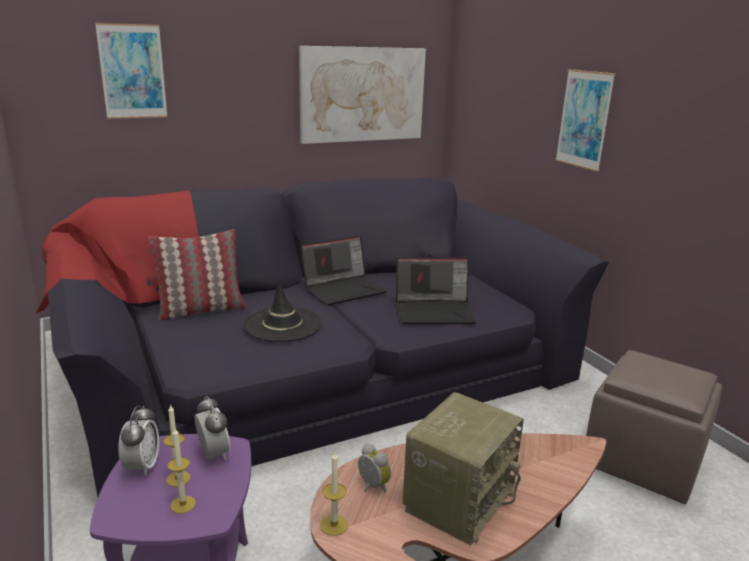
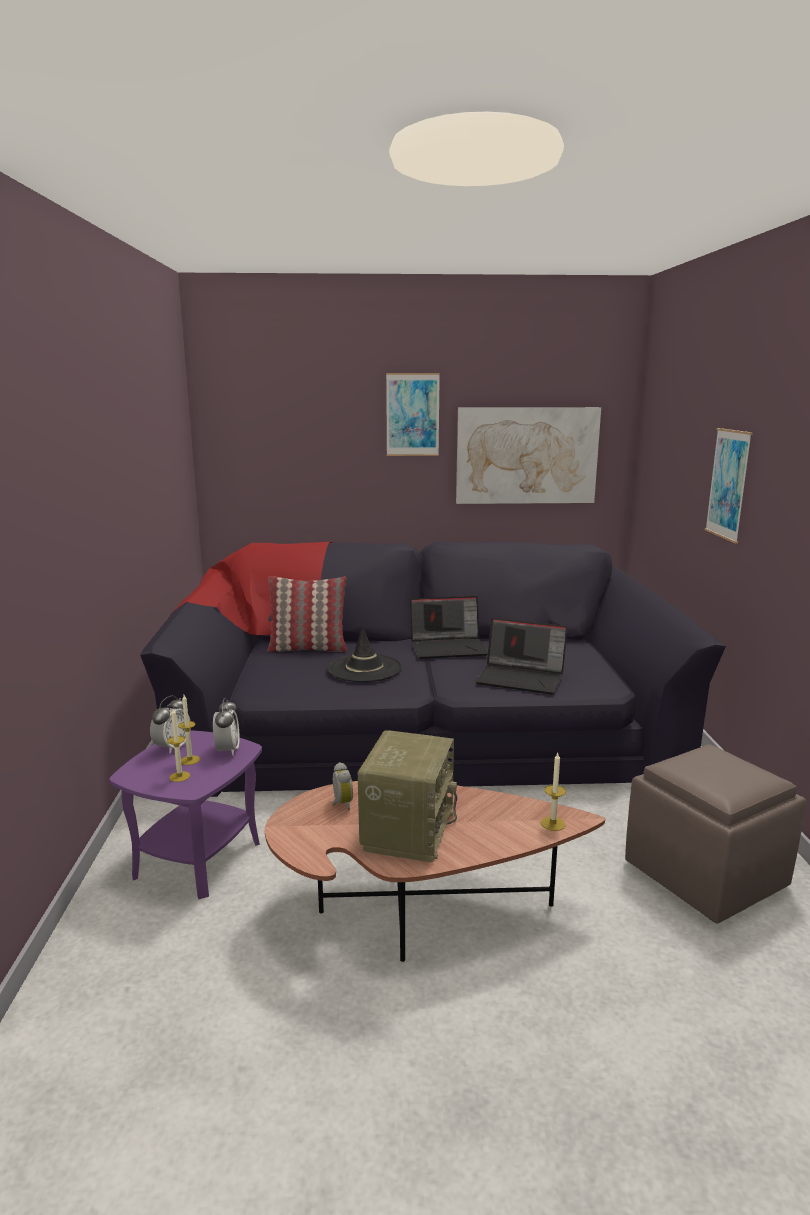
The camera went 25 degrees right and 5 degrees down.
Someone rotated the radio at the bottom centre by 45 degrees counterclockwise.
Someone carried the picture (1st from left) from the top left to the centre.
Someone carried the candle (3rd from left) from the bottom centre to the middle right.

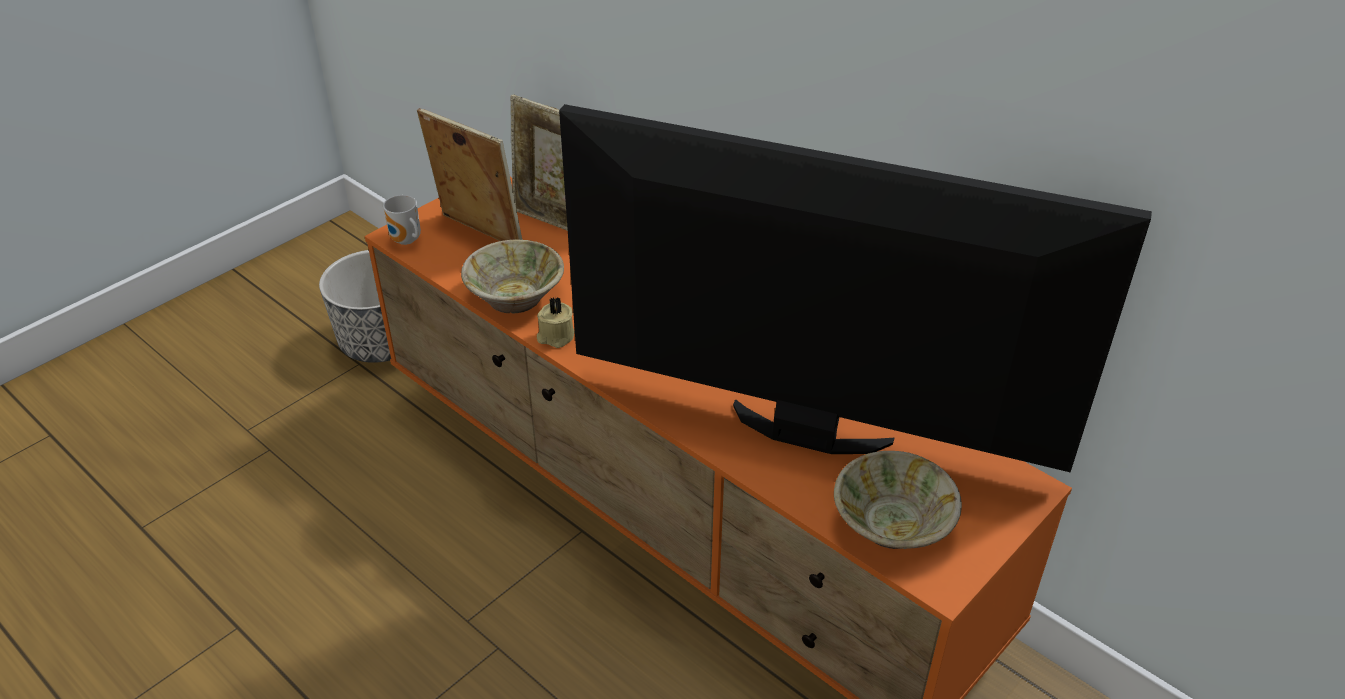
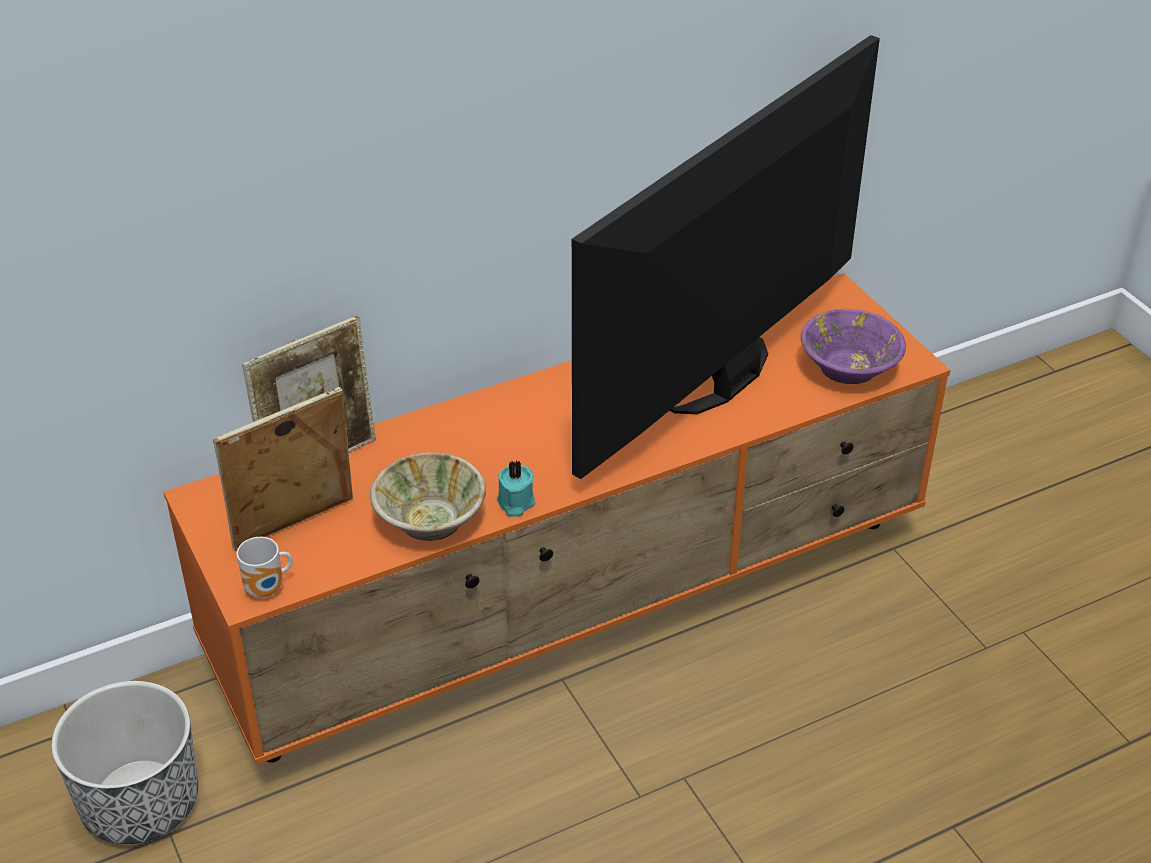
The camera went 70 degrees left and 0 degrees up.
Someone repainted the beige-coloured candle at the centre, which became the blue-green candle at the centre.
Someone repainted the beige-coloured serving bowl (2nd from left) at the bottom right, which became the purple-coloured serving bowl at the middle right.

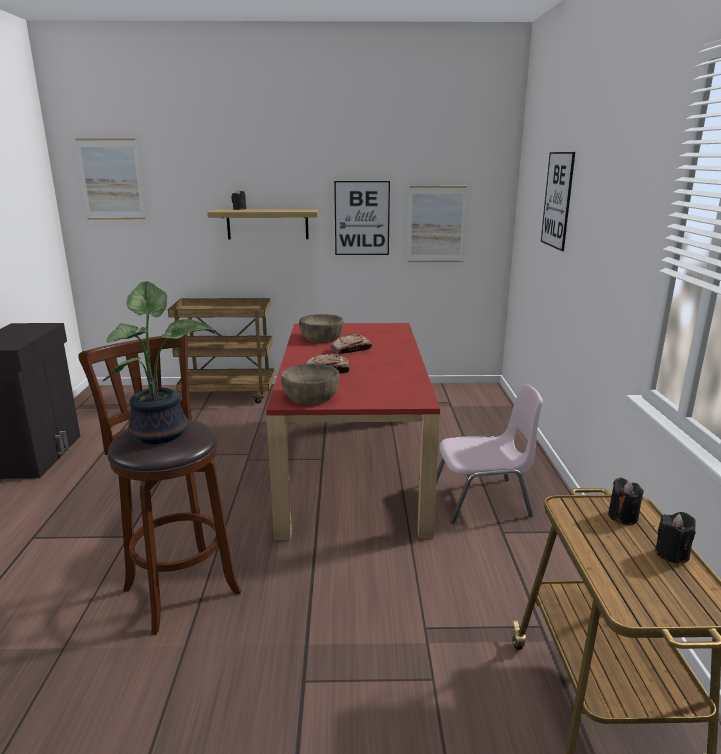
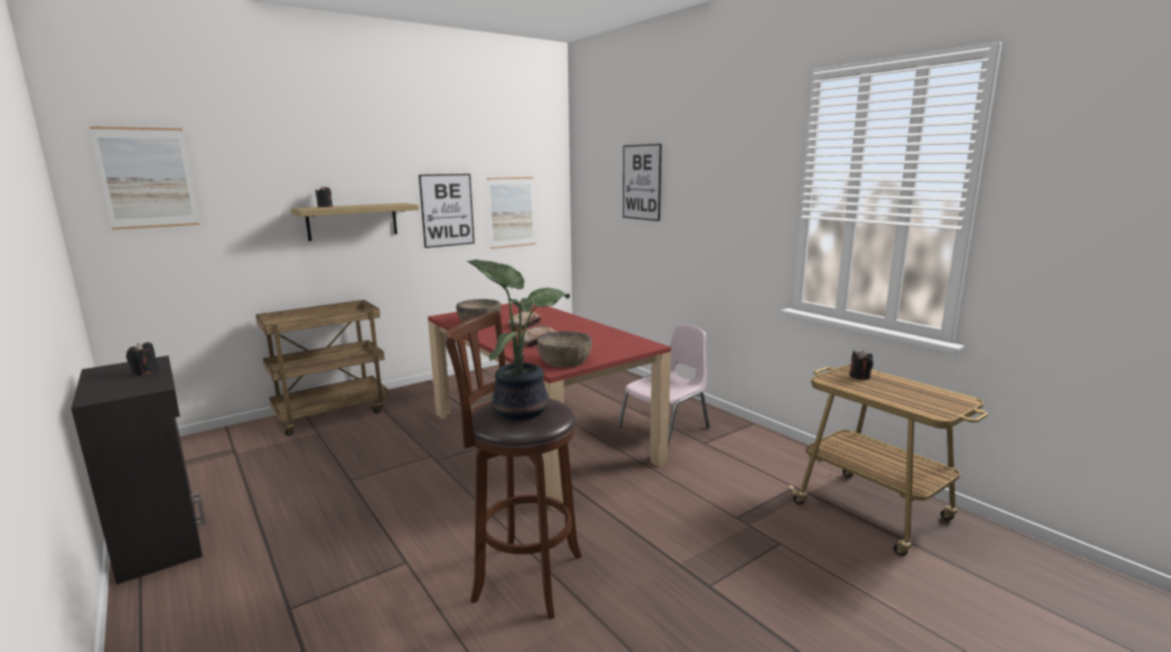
The camera went 35 degrees left and 5 degrees down.
Someone carried the black-coloured candle (3rd from left in the first image) from the bottom right to the middle left.

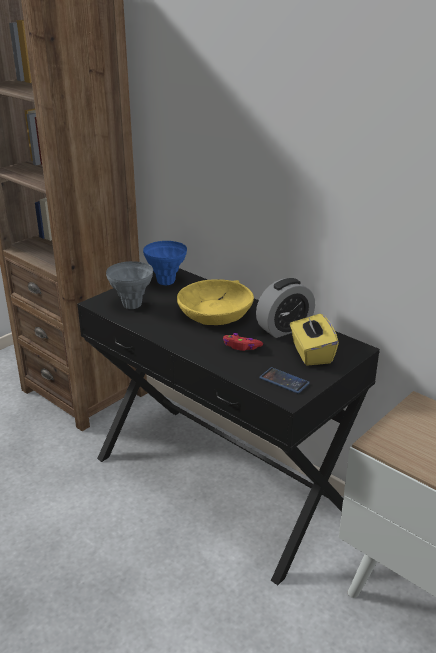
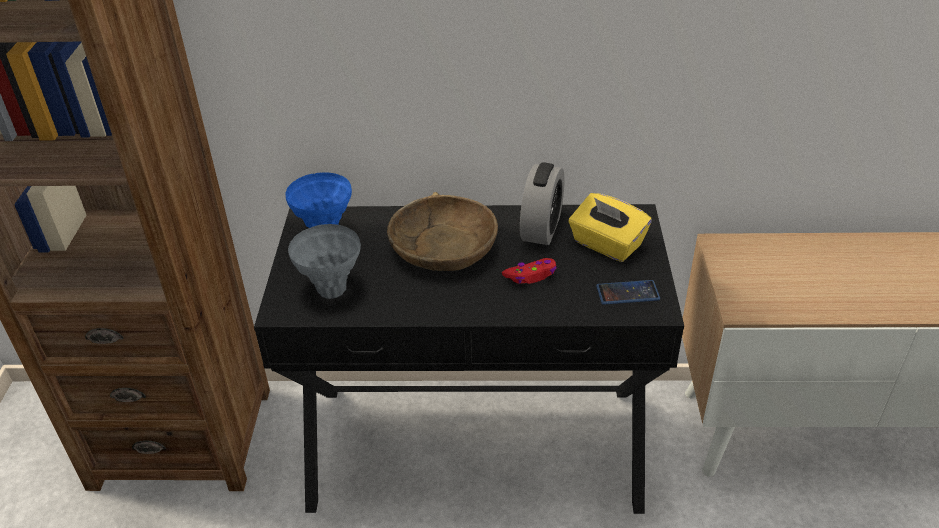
The camera went 40 degrees left and 10 degrees up.
Someone repainted the yellowish serving bowl at the centre, which became the brown serving bowl at the centre.

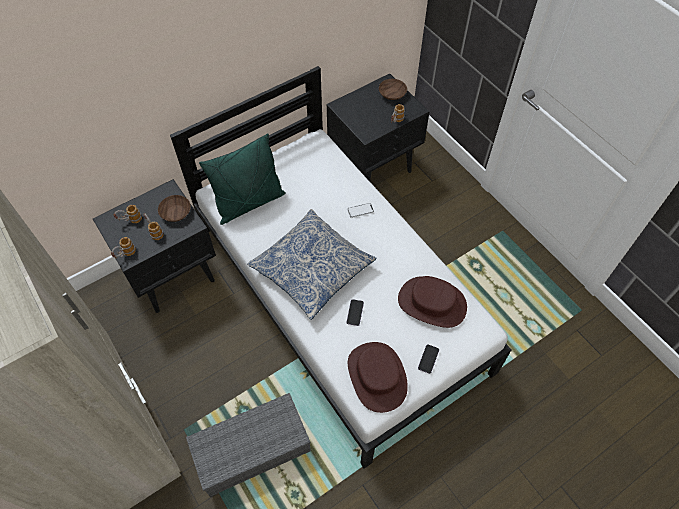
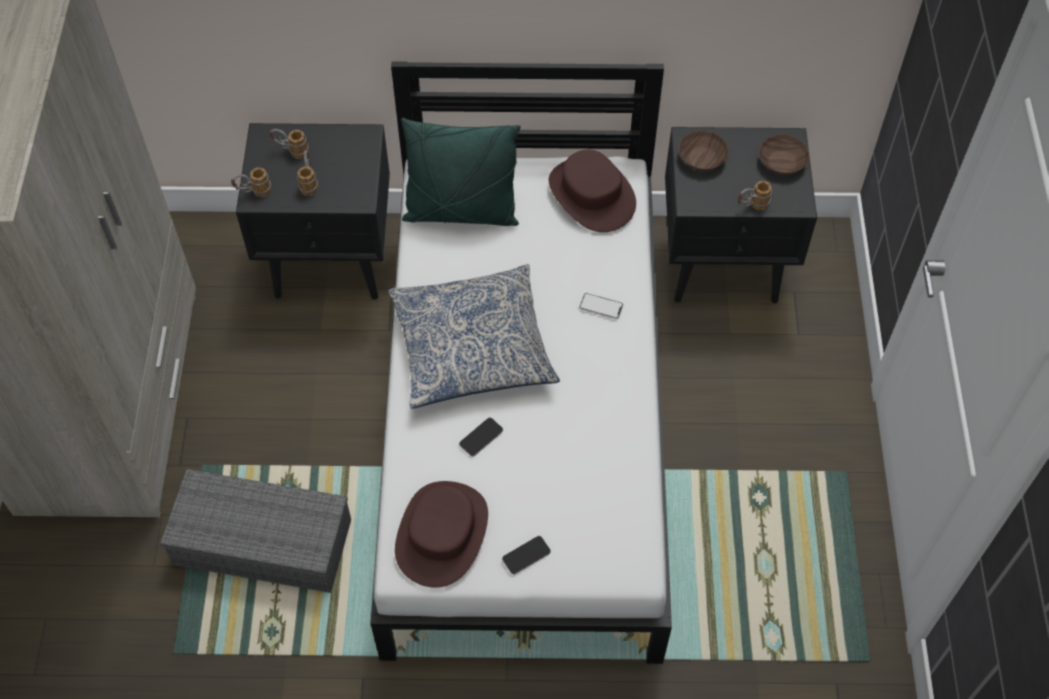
The camera went 35 degrees right and 0 degrees up.
Someone carried the brown clothing hat (2nd from left) from the centre to the top centre.
Someone carried the brown serving bowl (1st from left) from the middle left to the top right.

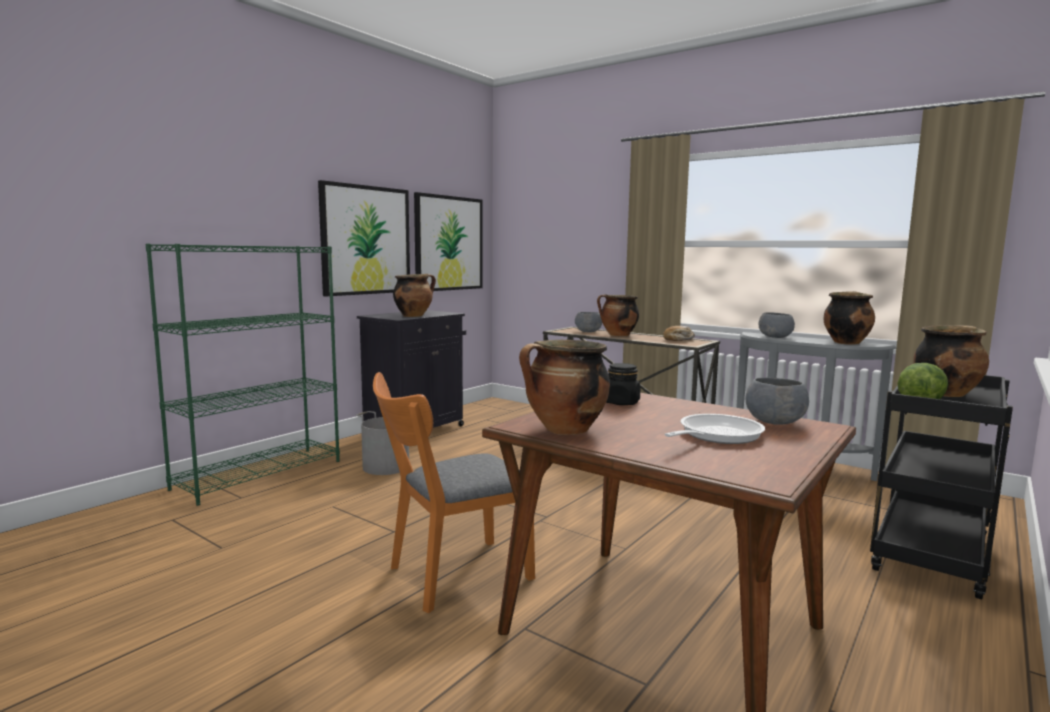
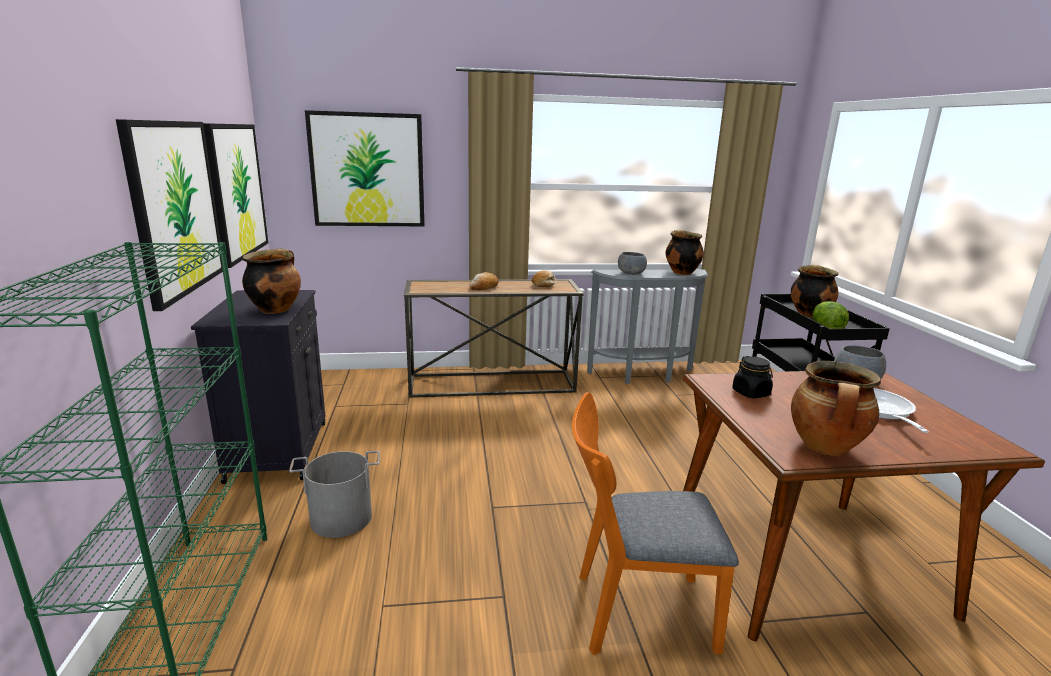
The camera went 45 degrees left and 10 degrees up.
Someone put up the picture (3rd from left) at the top centre.
Someone swapped the saucepot (3rd from left) at the centre for the baked bread (1st from left) at the centre.
Someone rotated the orange upright chair at the bottom centre by 75 degrees clockwise.
Someone took away the grey serving bowl (1st from left) at the centre.

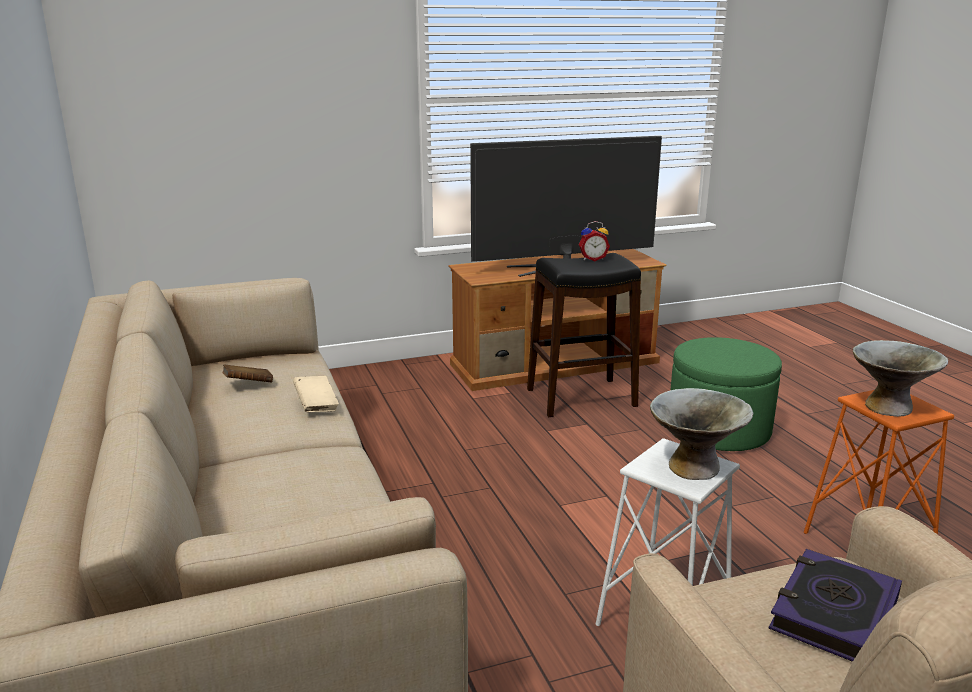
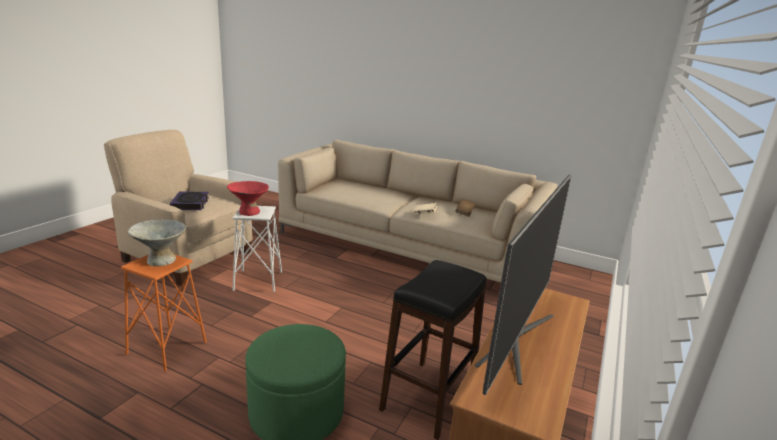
The camera went 135 degrees right and 0 degrees up.
Someone repainted the grey serving bowl (1st from left) at the middle right, which became the red serving bowl at the middle left.
Someone took away the bedside clock at the centre.

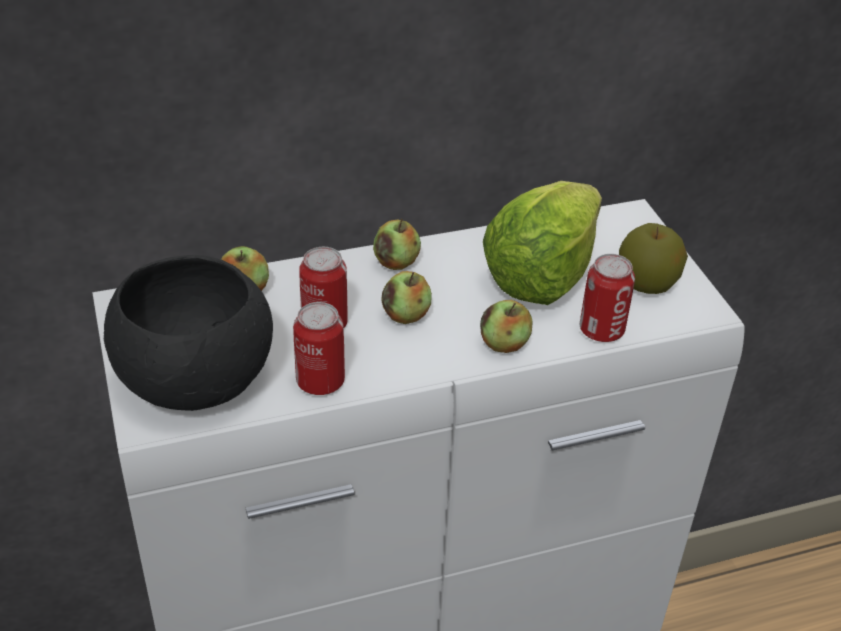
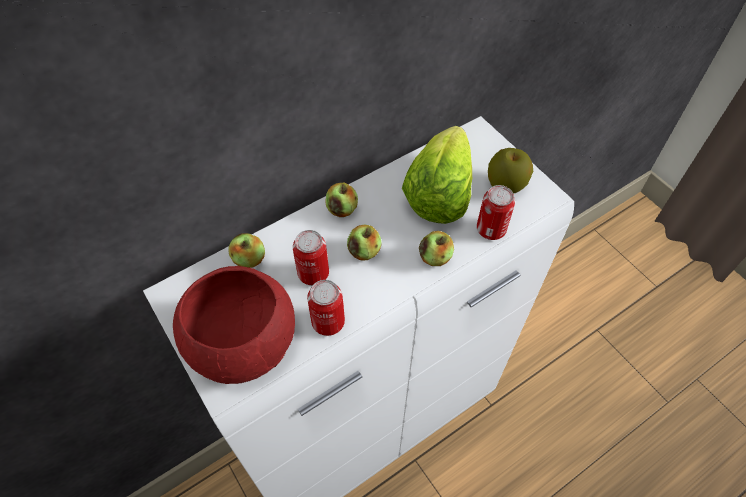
The camera went 15 degrees left and 15 degrees up.
Someone repainted the black-coloured serving bowl at the middle left, which became the red serving bowl at the middle left.

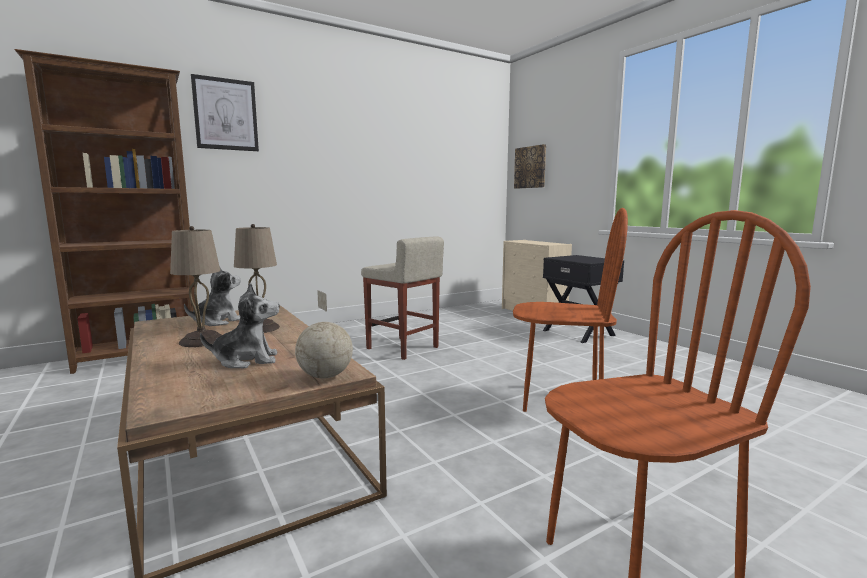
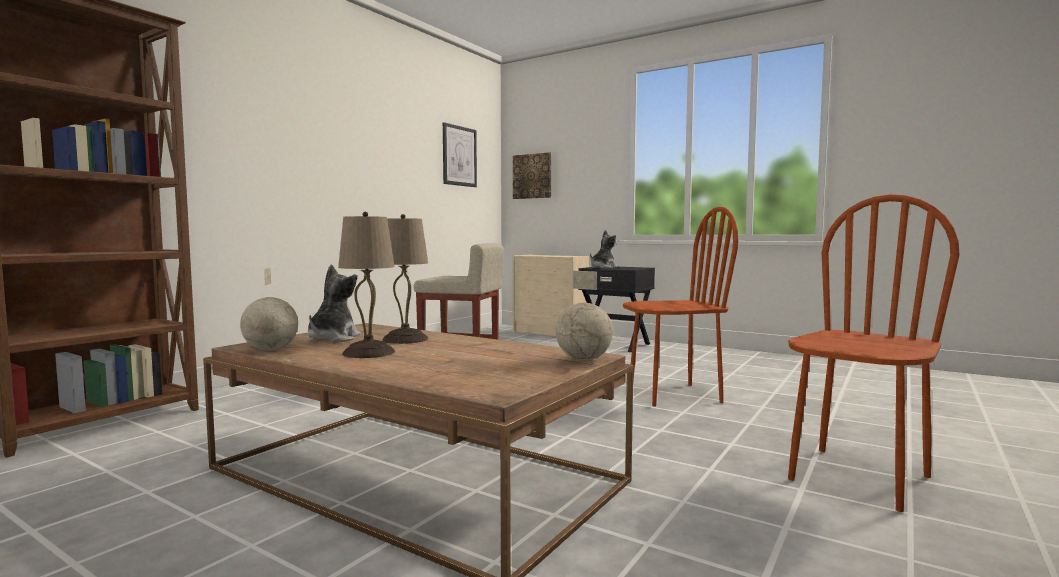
The camera went 25 degrees left and 5 degrees down.
Someone put down the world globe (1st from left) at the middle left.
Someone carried the picture (1st from left) from the top left to the top centre.
Someone carried the cuddly toy (2nd from left) from the middle left to the centre.

